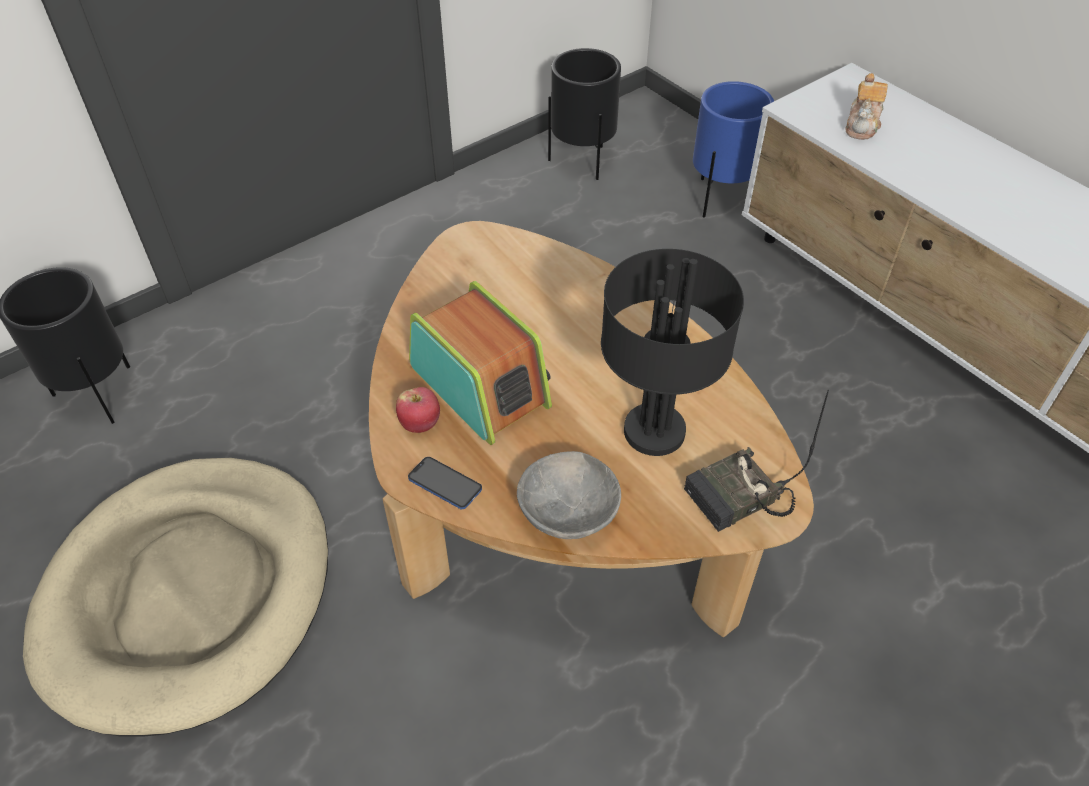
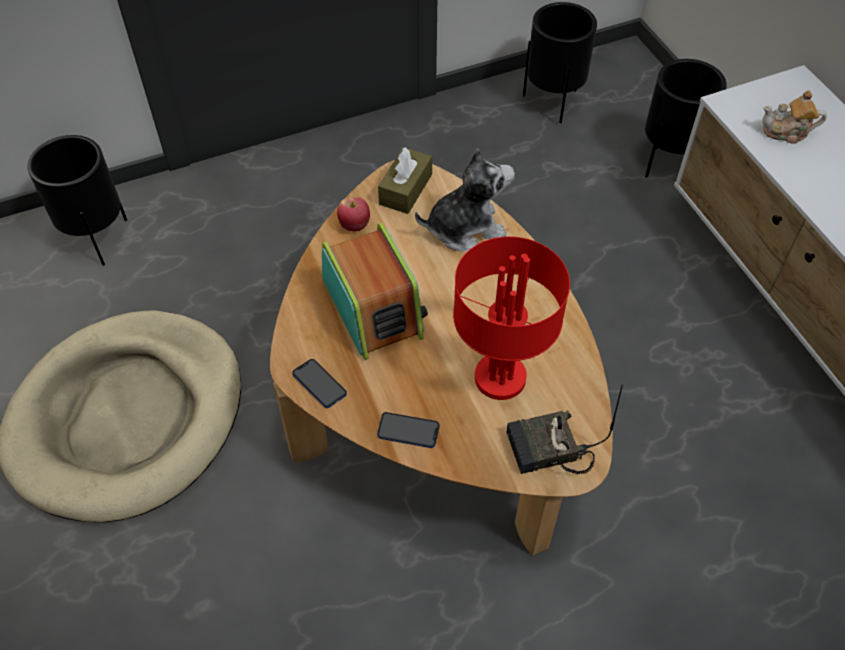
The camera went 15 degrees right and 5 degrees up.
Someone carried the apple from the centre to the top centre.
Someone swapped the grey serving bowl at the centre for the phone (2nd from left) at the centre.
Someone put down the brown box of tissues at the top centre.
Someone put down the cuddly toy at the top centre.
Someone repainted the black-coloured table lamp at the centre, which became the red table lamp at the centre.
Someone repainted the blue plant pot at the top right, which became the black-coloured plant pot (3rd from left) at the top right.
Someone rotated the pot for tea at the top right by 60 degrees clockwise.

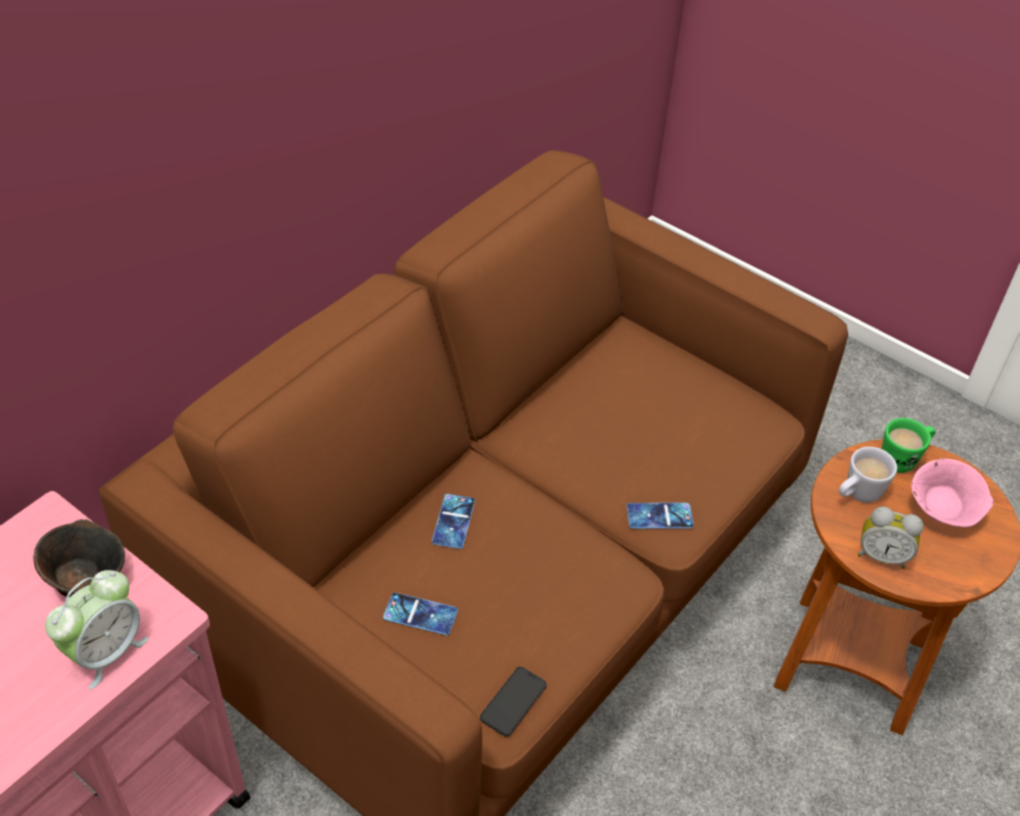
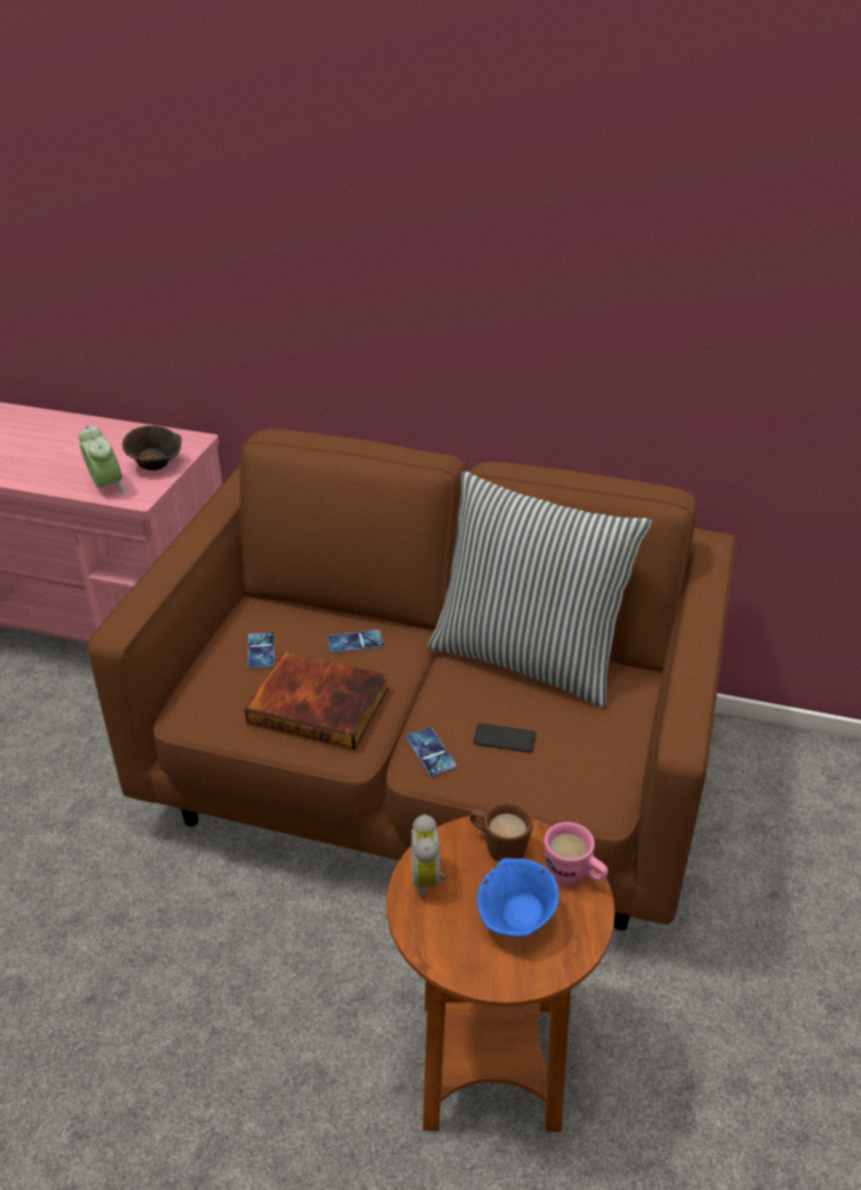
The camera went 70 degrees right and 10 degrees down.
Someone rotated the bedside clock (1st from left) at the bottom left by 135 degrees counterclockwise.
Someone put down the book at the centre.
Someone put down the throw pillow at the centre.
Someone repainted the white-coloured mug at the middle right, which became the brown mug at the bottom centre.
Someone carried the phone (3rd from left in the first image) from the bottom centre to the centre.
Someone repainted the pink-coloured serving bowl at the middle right, which became the blue serving bowl at the bottom centre.
Someone repainted the green mug at the middle right, which became the pink-coloured mug at the bottom right.

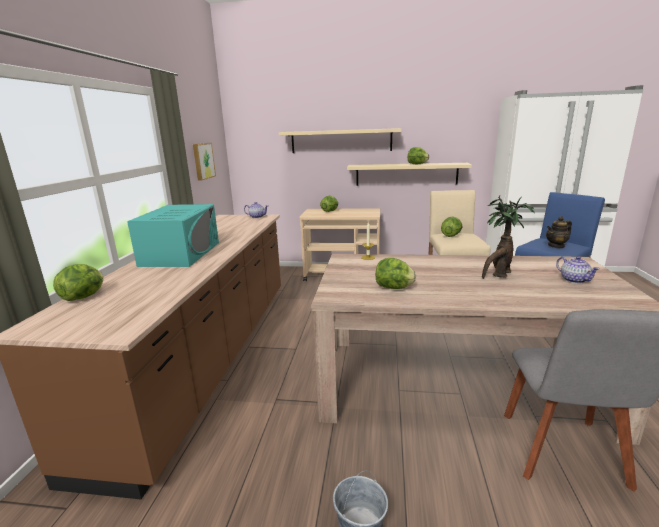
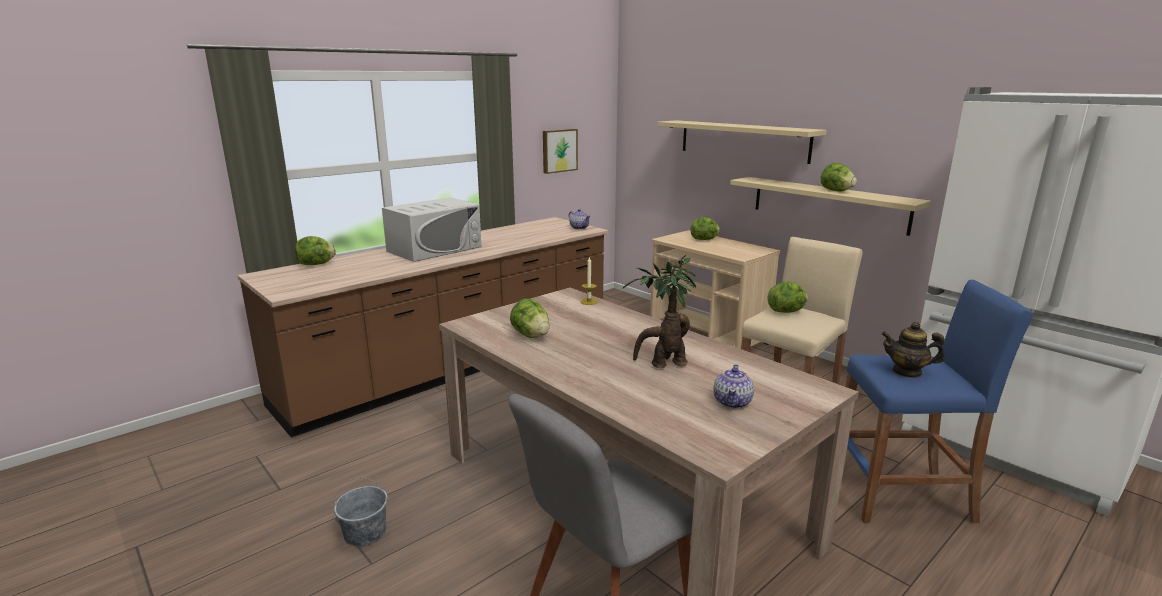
The camera went 40 degrees right and 0 degrees up.
Someone repainted the blue-green kitchen microwave at the middle left, which became the white-coloured kitchen microwave at the centre.

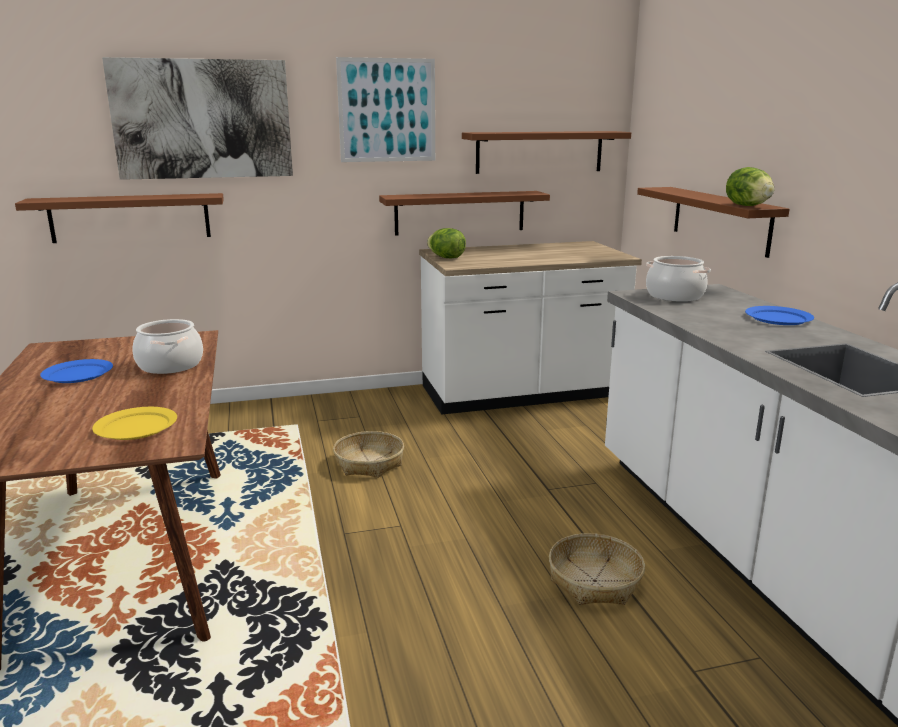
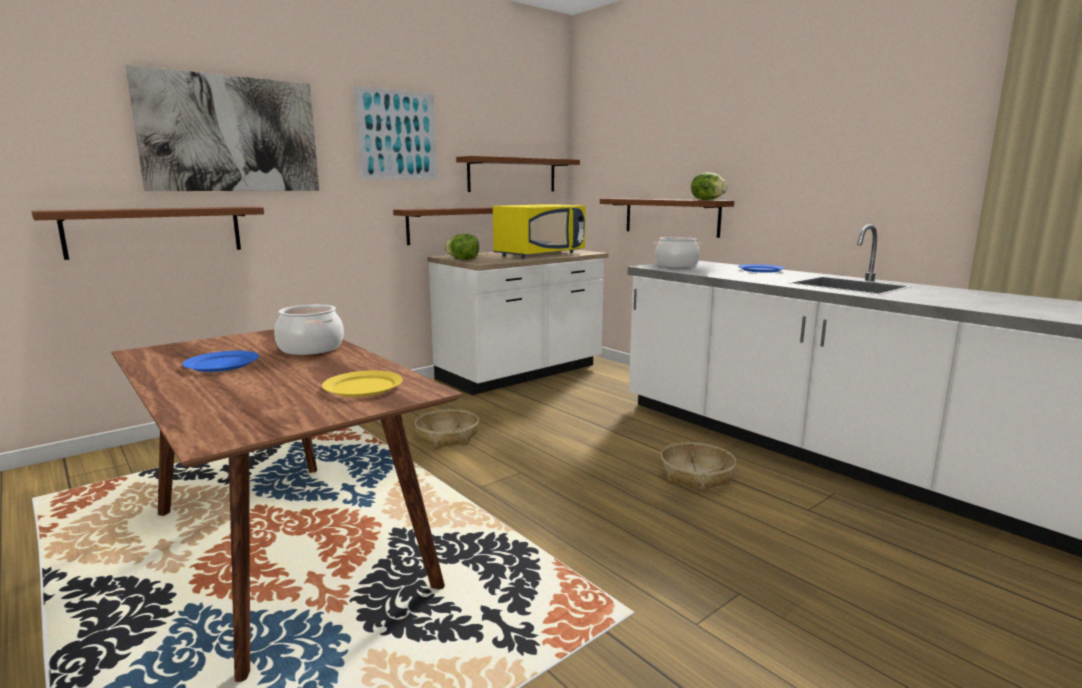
The camera went 25 degrees left and 5 degrees down.
Someone put down the yellowish kitchen microwave at the centre.

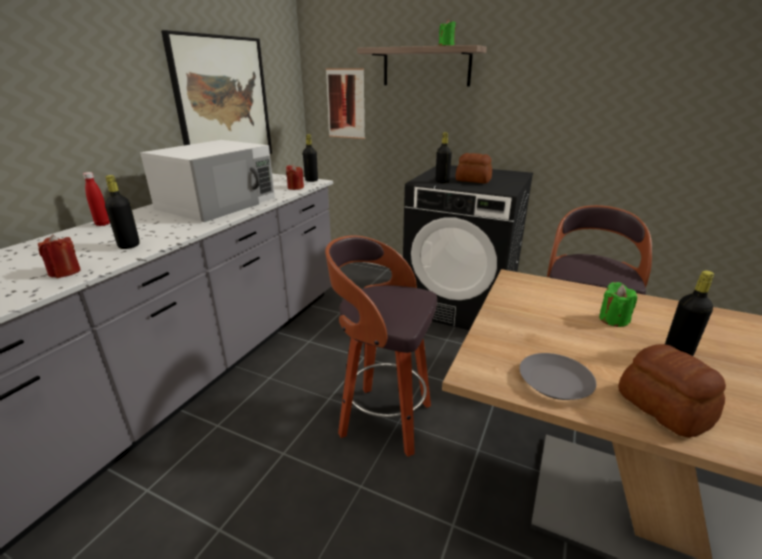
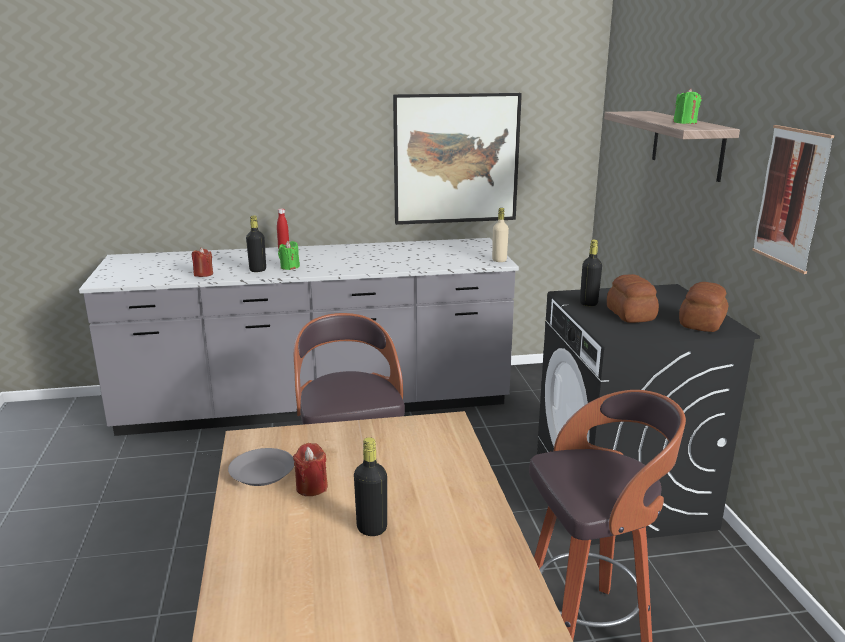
The camera went 55 degrees right and 5 degrees down.
Someone carried the green candle (2nd from left in the first image) from the middle right to the centre.
Someone carried the red candle (2nd from left) from the top centre to the bottom centre.
Someone repainted the black-coloured bottle (2nd from left) at the top centre, which became the beige-coloured bottle at the centre.
Someone carried the baked bread (2nd from left) from the bottom right to the middle right.
Someone carried the picture (2nd from left) from the top centre to the top right.
Someone took away the white-coloured kitchen microwave at the top left.

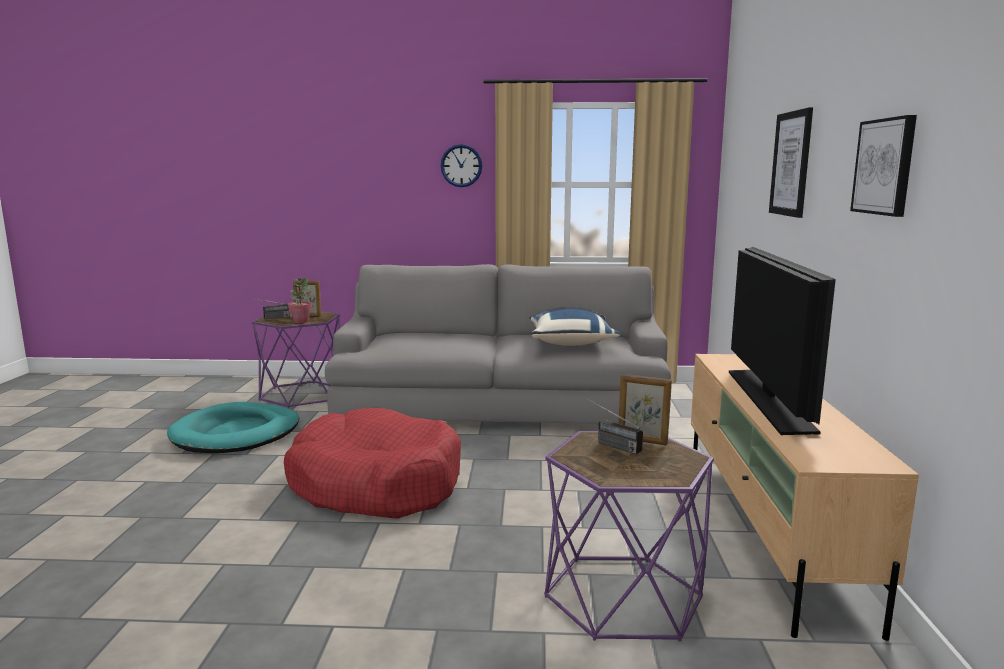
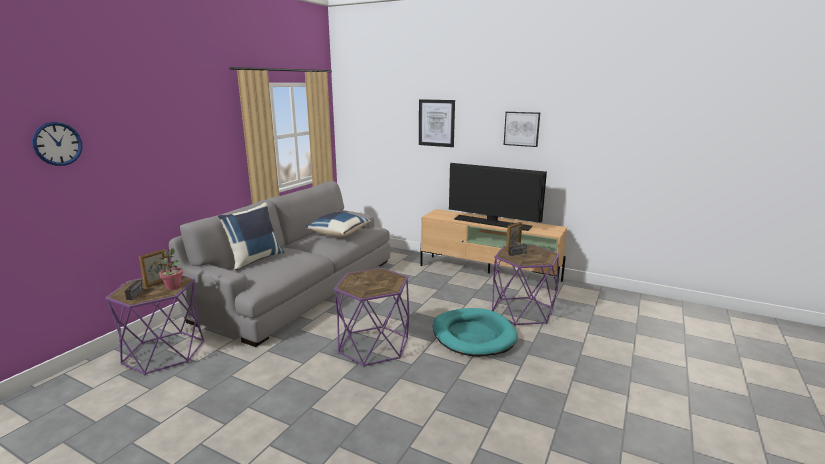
The camera went 65 degrees left and 5 degrees up.
Someone carried the hanging clock from the top centre to the top left.
Someone put down the blue throw pillow (1st from left) at the middle left.
Someone swapped the red dog bed at the bottom centre for the purple-coloured end table (2nd from left) at the bottom centre.
Someone carried the blue-green dog bed from the middle left to the bottom centre.

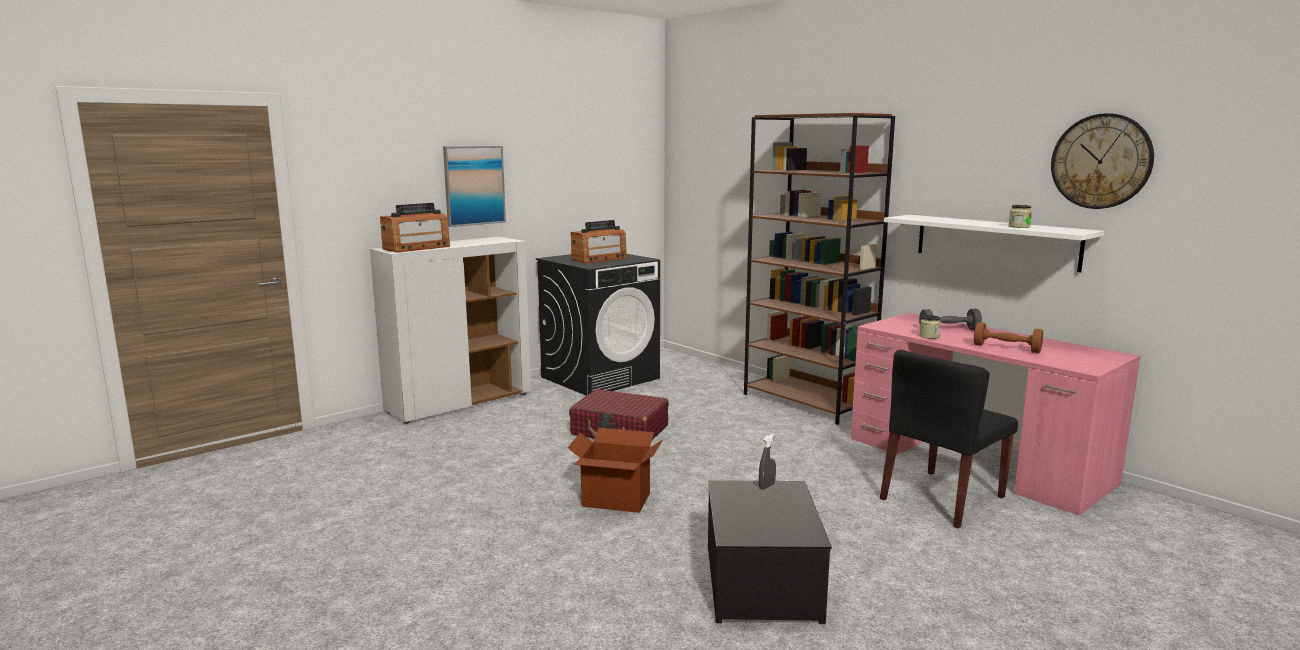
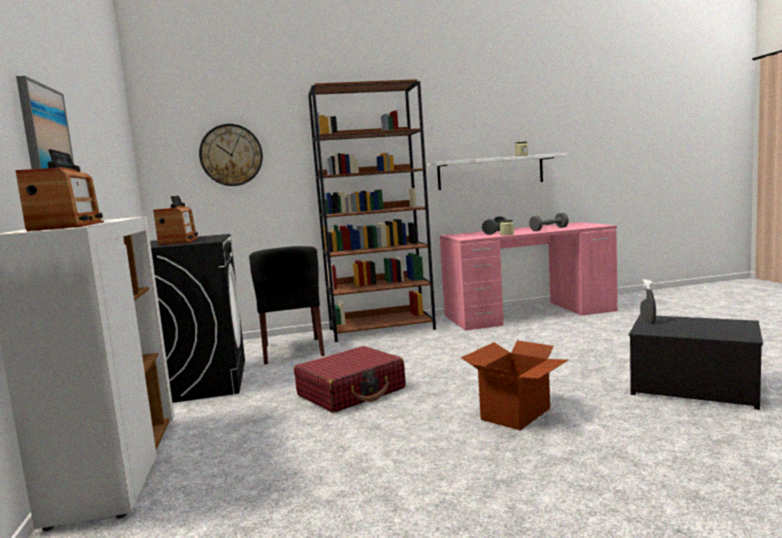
The camera went 60 degrees left and 5 degrees down.
Someone carried the hanging clock from the top right to the top left.
Someone carried the black-coloured upright chair from the bottom right to the centre.
Someone repainted the brown free weight at the middle right, which became the grey free weight (2nd from left) at the middle right.

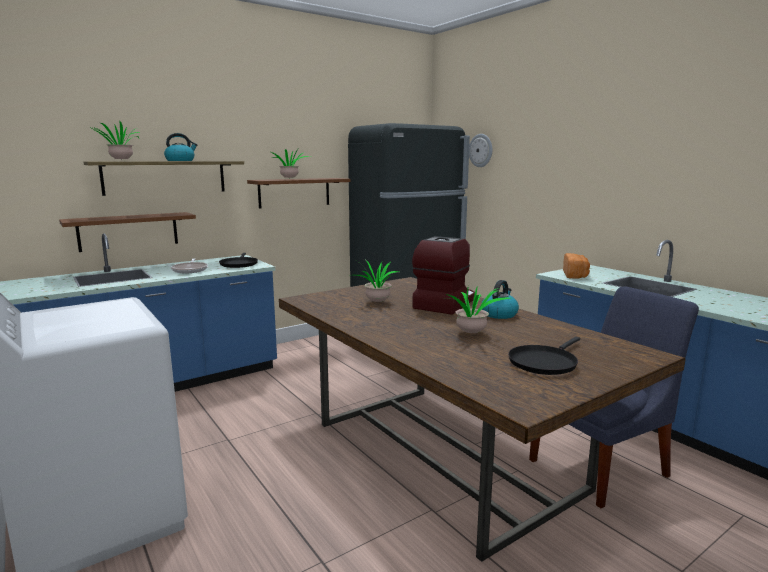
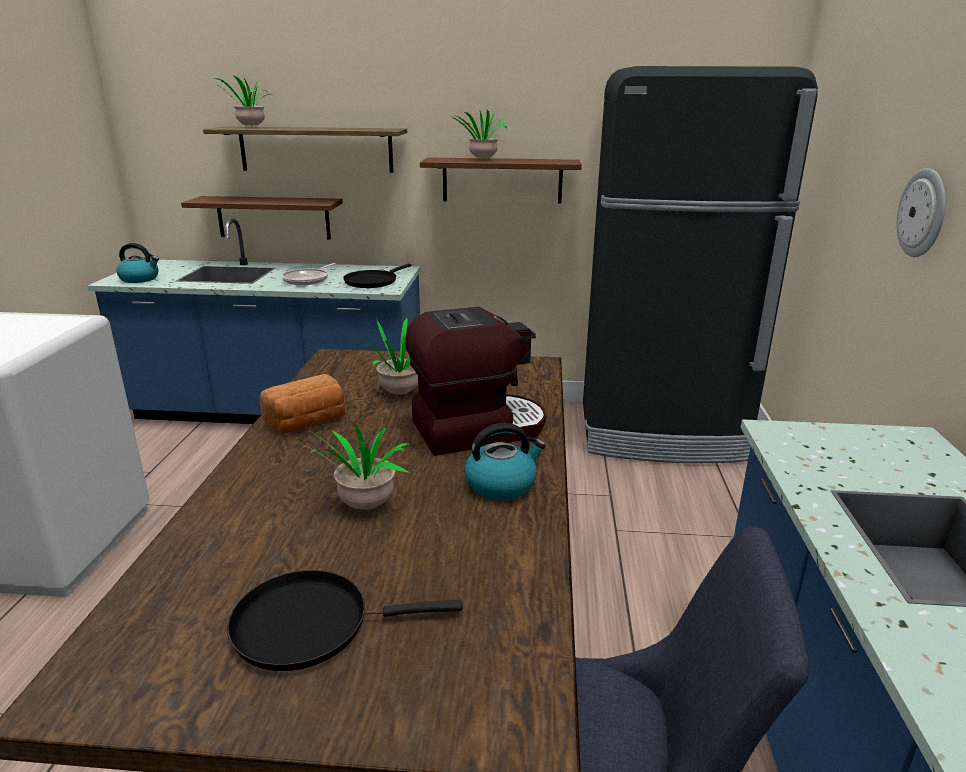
The camera went 40 degrees right and 10 degrees up.
Someone carried the water kettle (1st from left) from the top left to the middle left.
Someone carried the baked bread from the middle right to the middle left.
Someone carried the hanging clock from the top centre to the top right.

